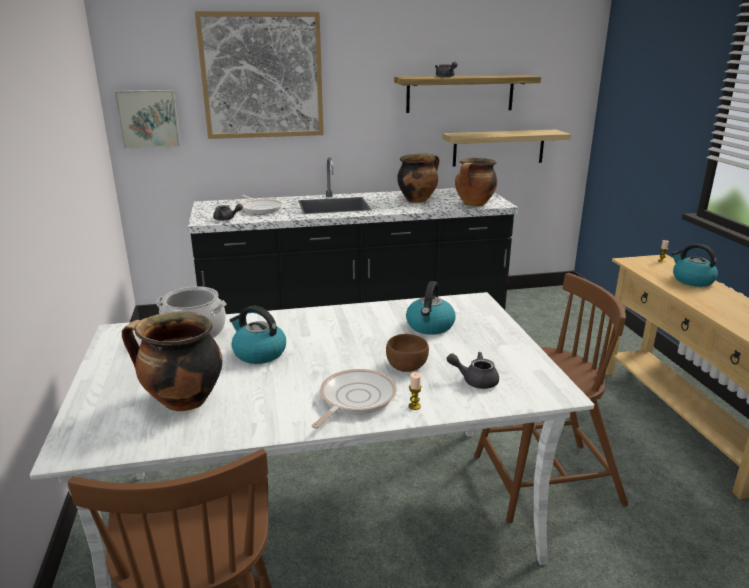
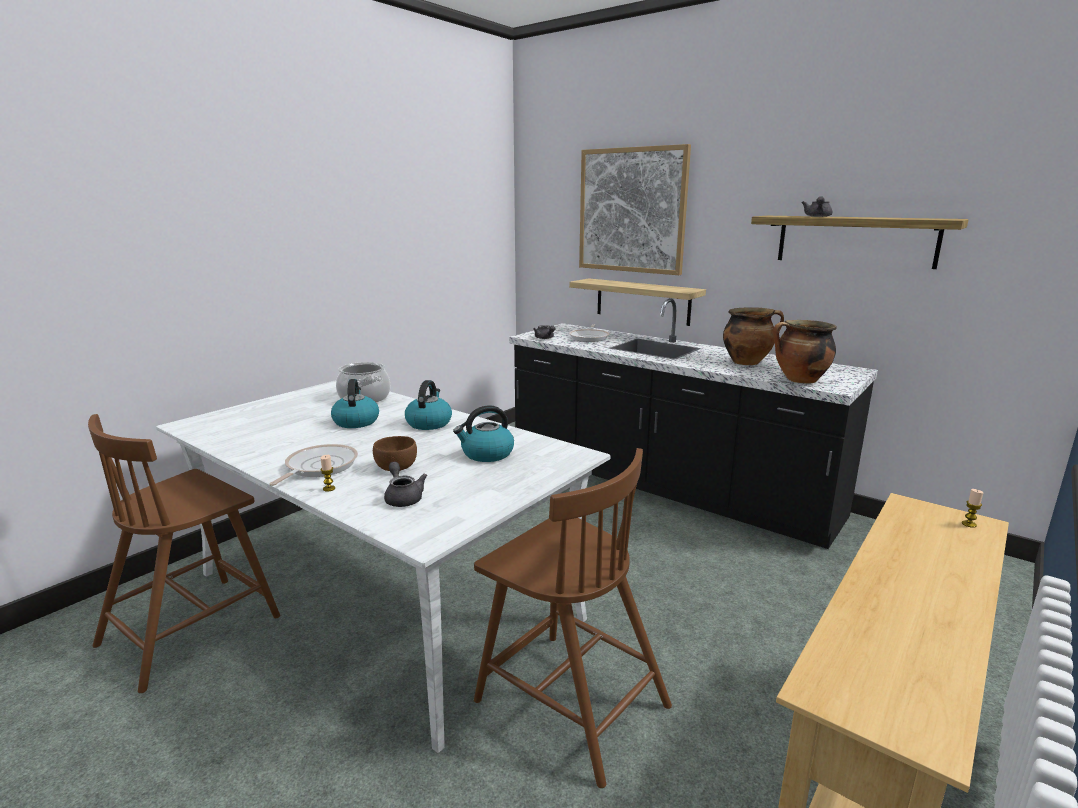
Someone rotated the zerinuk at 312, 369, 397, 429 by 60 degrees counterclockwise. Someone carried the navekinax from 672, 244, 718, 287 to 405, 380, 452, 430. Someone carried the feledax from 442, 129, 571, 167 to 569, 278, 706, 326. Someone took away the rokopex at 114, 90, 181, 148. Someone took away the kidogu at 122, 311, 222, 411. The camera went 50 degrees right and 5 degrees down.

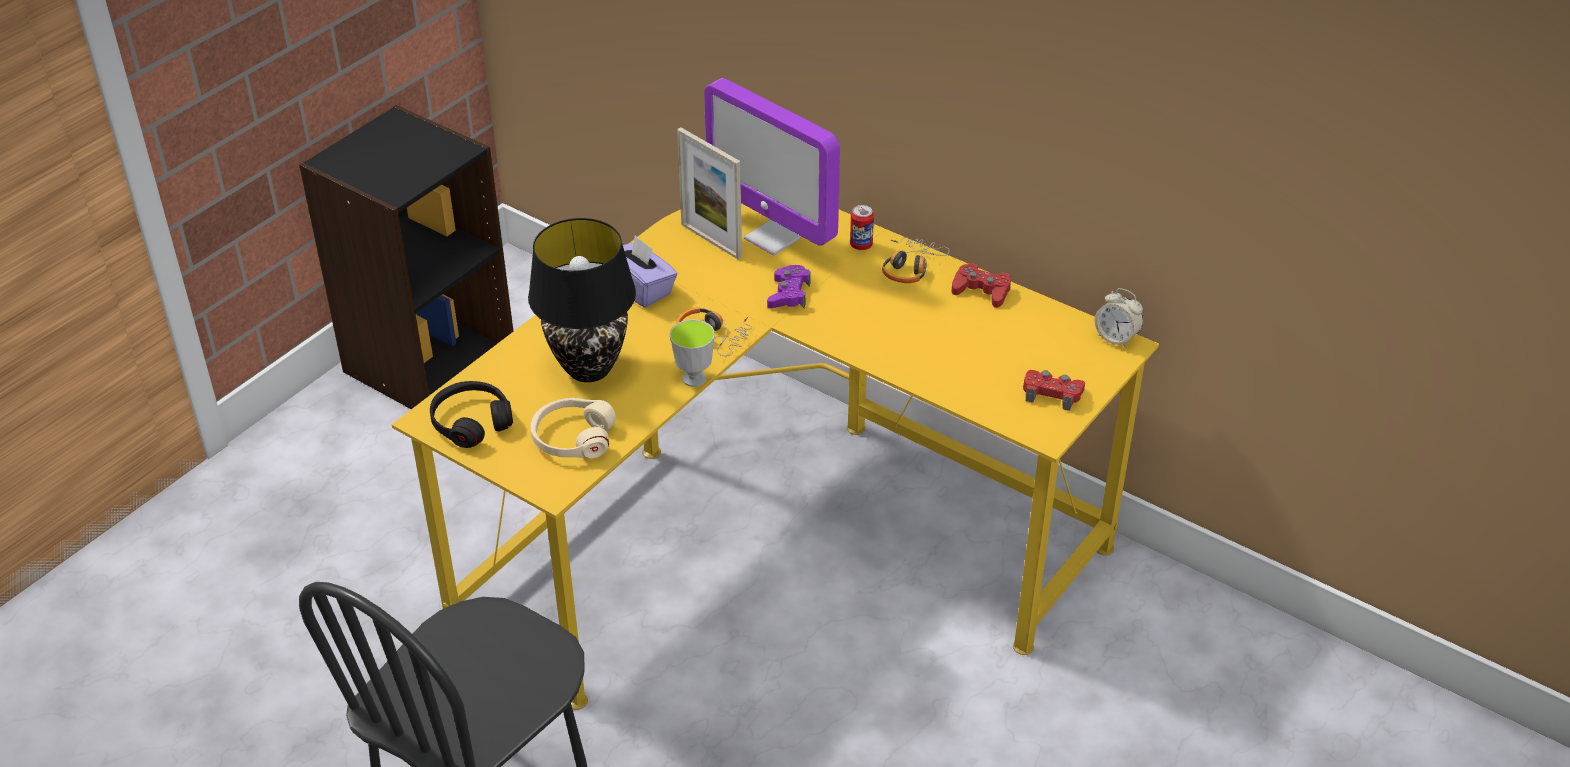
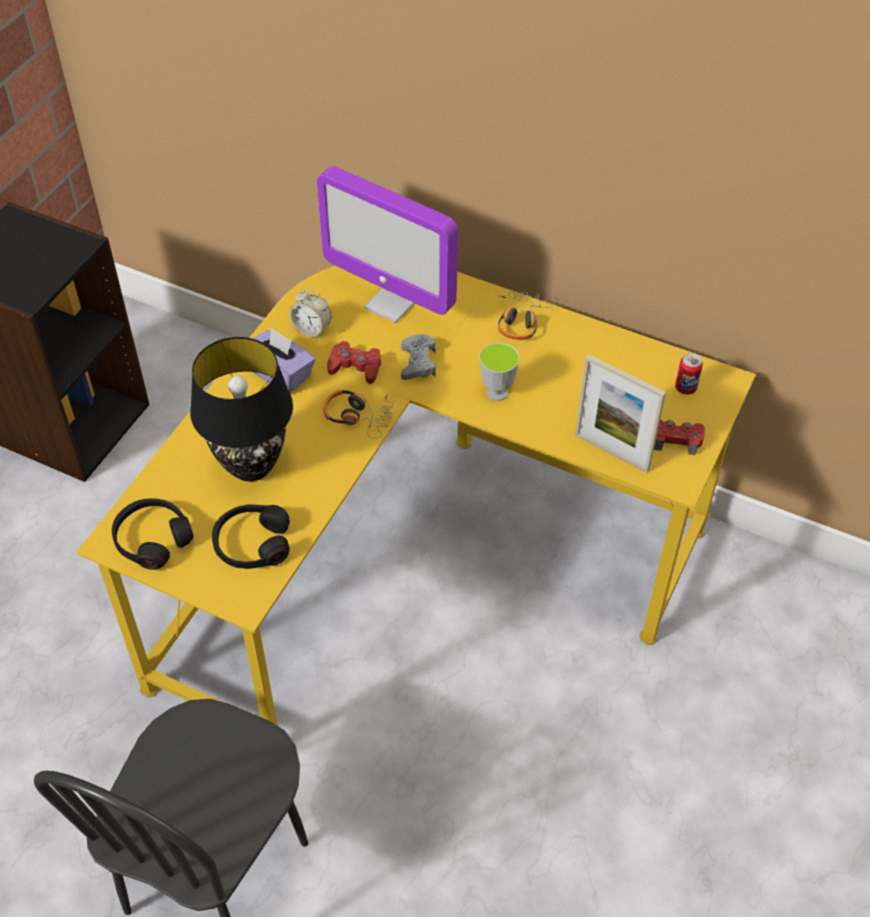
Someone repainted the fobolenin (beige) at 530, 398, 616, 459, which became the fobolenin (black) at 212, 505, 290, 569. Someone carried the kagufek from 1095, 288, 1143, 348 to 289, 289, 331, 339. Someone carried the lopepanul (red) from 952, 263, 1011, 308 to 327, 341, 381, 384. Someone repainted the lopepanul (purple) at 767, 265, 811, 308, which became the lopepanul (grey) at 401, 334, 436, 380. Someone carried the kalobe from 670, 319, 715, 387 to 479, 343, 520, 401. Someone carried the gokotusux from 677, 128, 742, 260 to 575, 354, 666, 473. Someone carried the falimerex from 850, 205, 874, 250 to 675, 353, 703, 395. The camera went 10 degrees left and 10 degrees up.

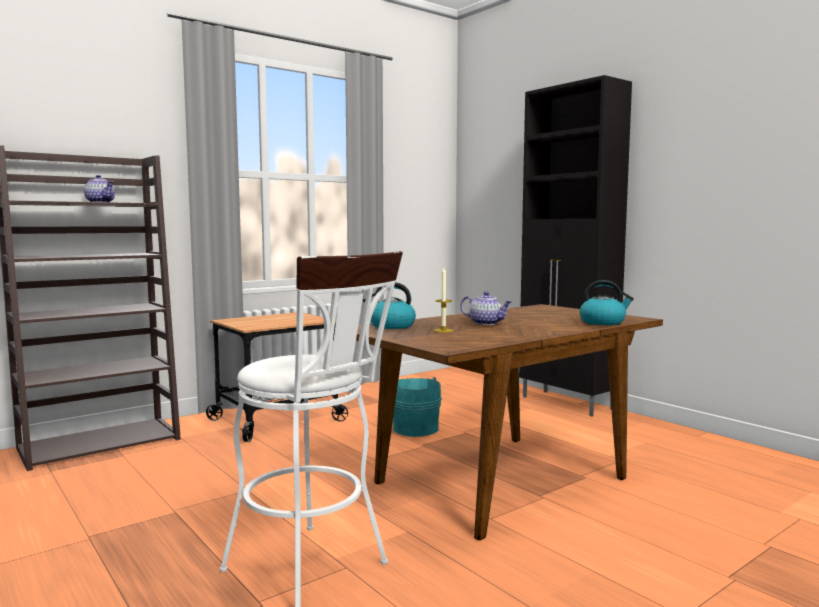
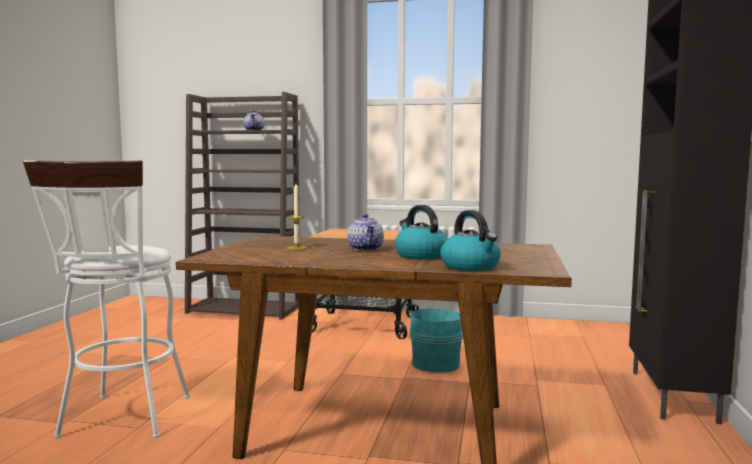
Someone carried the navekinax from 363, 282, 416, 329 to 395, 205, 448, 260. The camera went 50 degrees right and 0 degrees up.

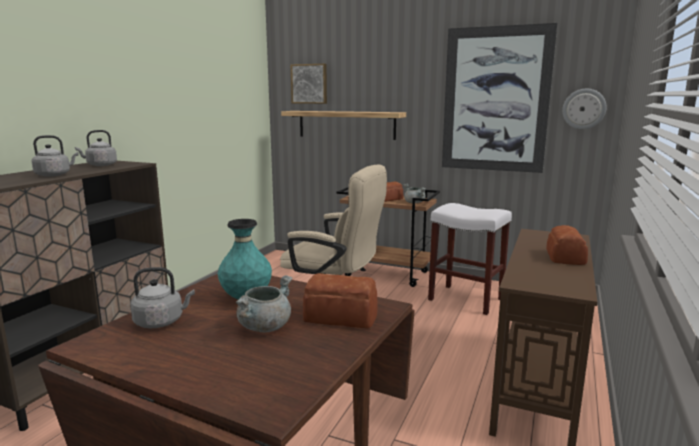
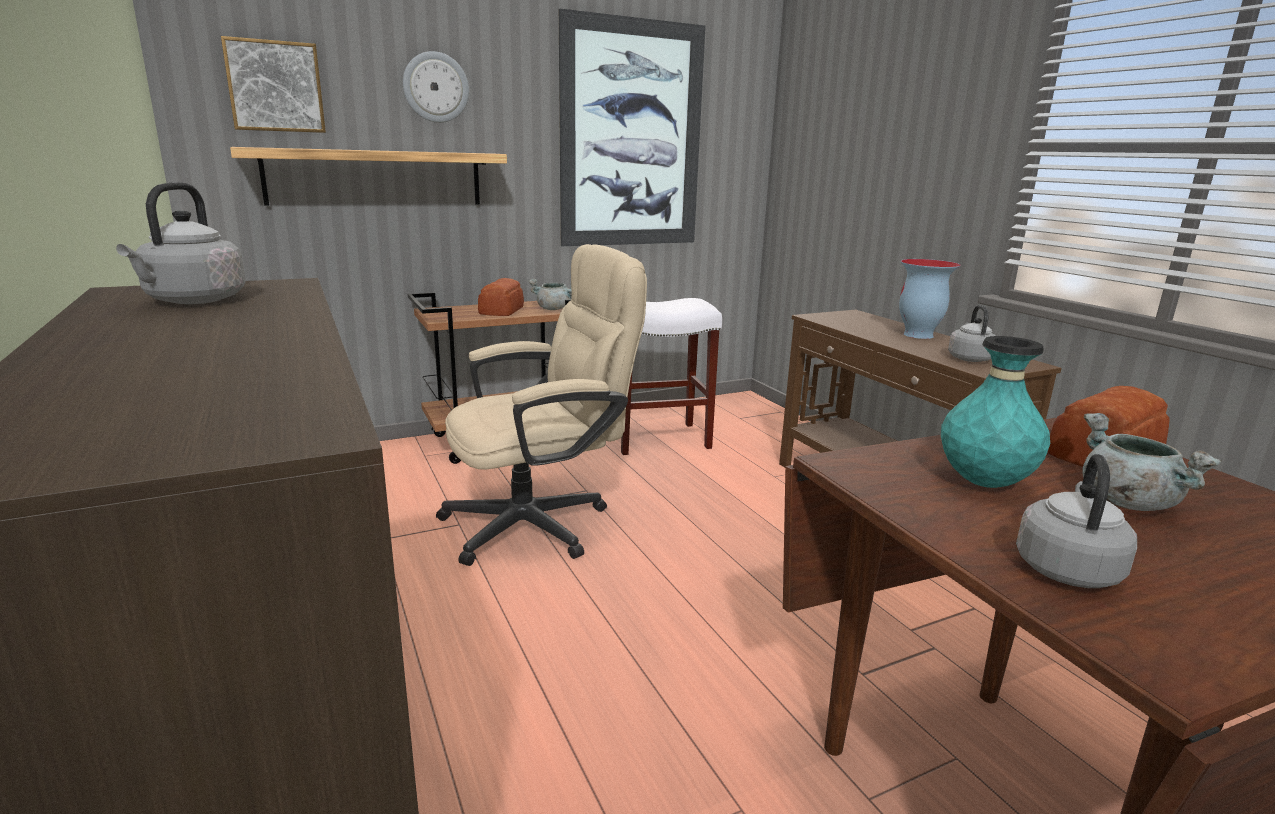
Someone carried the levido from 562, 88, 607, 129 to 403, 51, 469, 123. Someone swapped the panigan at 546, 225, 588, 265 for the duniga at 899, 259, 961, 339. Someone carried the navekinax (grey) from 31, 135, 79, 177 to 948, 305, 995, 362. The camera went 50 degrees left and 5 degrees up.

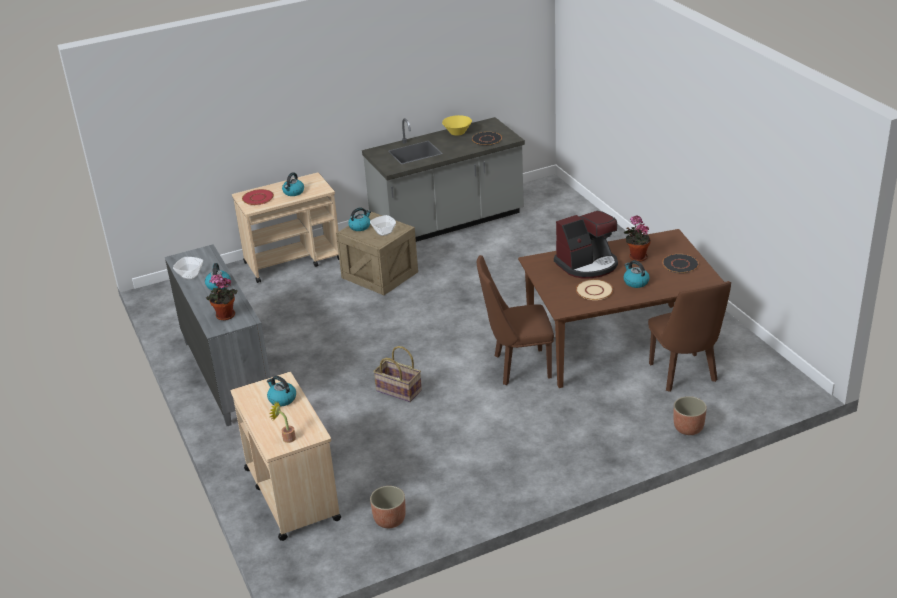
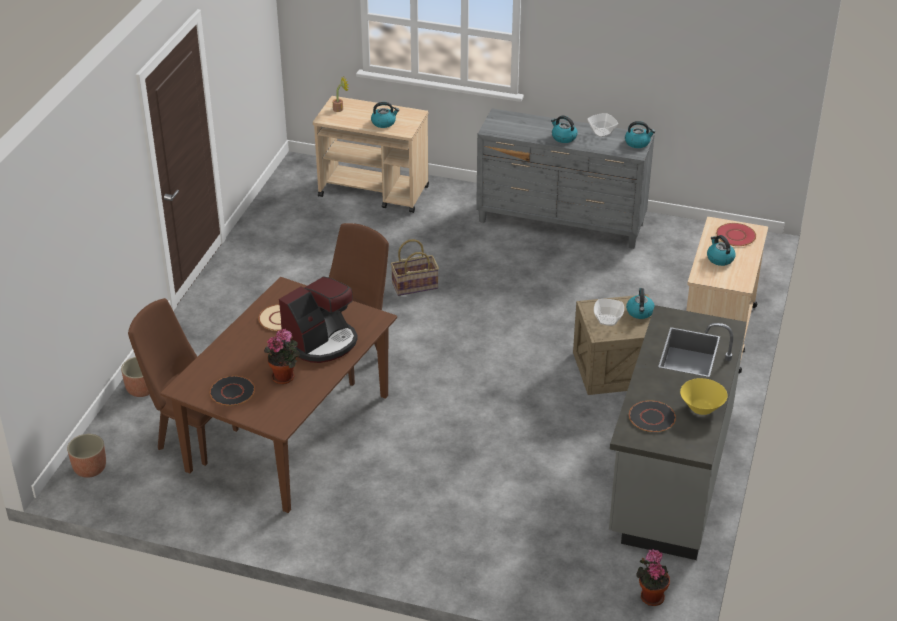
Someone carried the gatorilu from 370, 486, 406, 528 to 67, 434, 106, 478. Someone rotated the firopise at 554, 211, 618, 279 by 150 degrees counterclockwise. Someone carried the navekinax from 623, 260, 650, 288 to 625, 121, 655, 148. Someone carried the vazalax from 206, 274, 238, 320 to 636, 549, 670, 606. The camera went 130 degrees right and 5 degrees up.

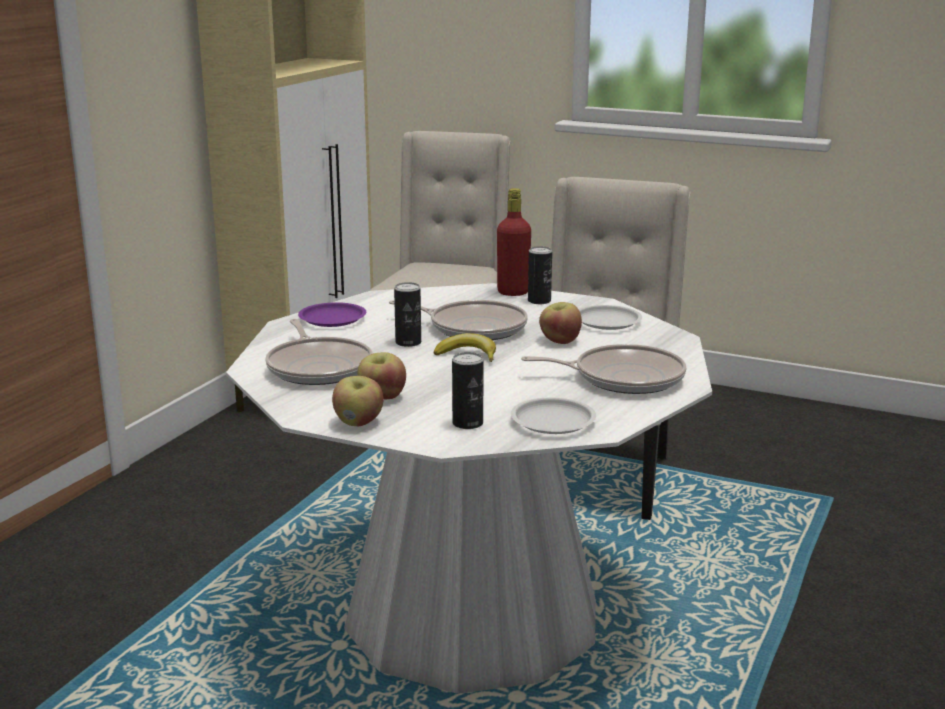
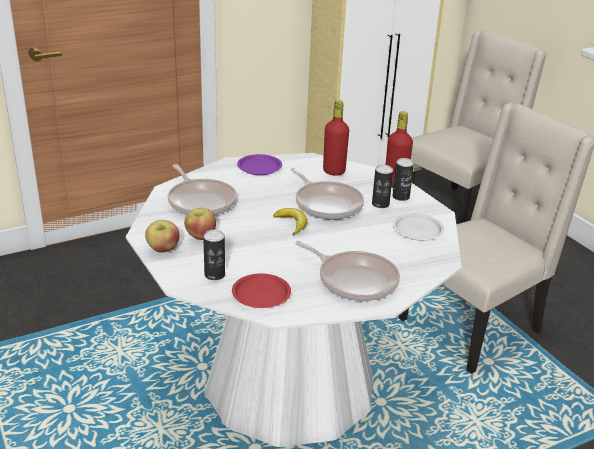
Someone rotated the zerinuk at 265, 319, 373, 385 by 45 degrees counterclockwise. Someone repainted the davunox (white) at 511, 398, 596, 434, which became the davunox (red) at 232, 274, 291, 308. Someone put down the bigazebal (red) at 323, 100, 349, 176. Someone carried the falimerex from 394, 282, 421, 347 to 372, 165, 393, 208. Someone took away the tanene at 539, 302, 582, 344. The camera went 35 degrees right and 10 degrees up.

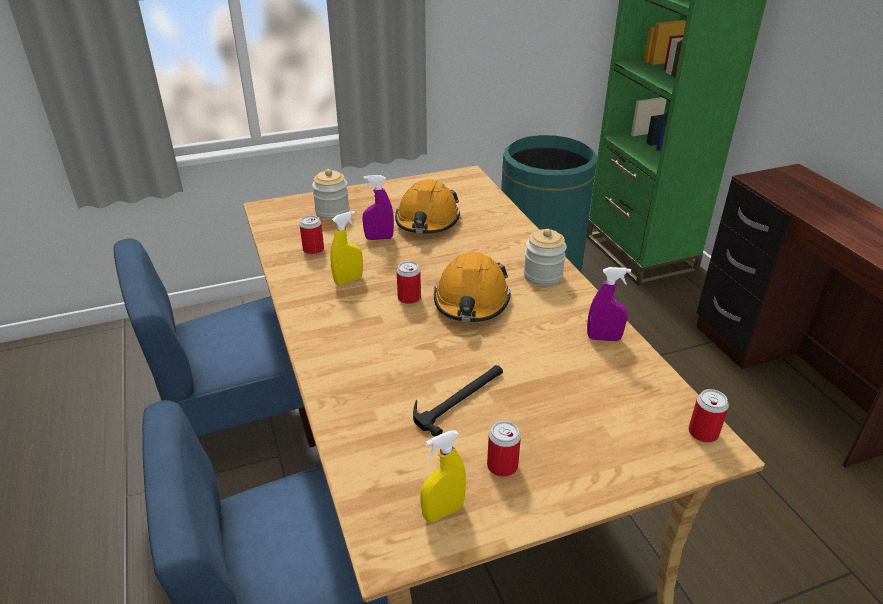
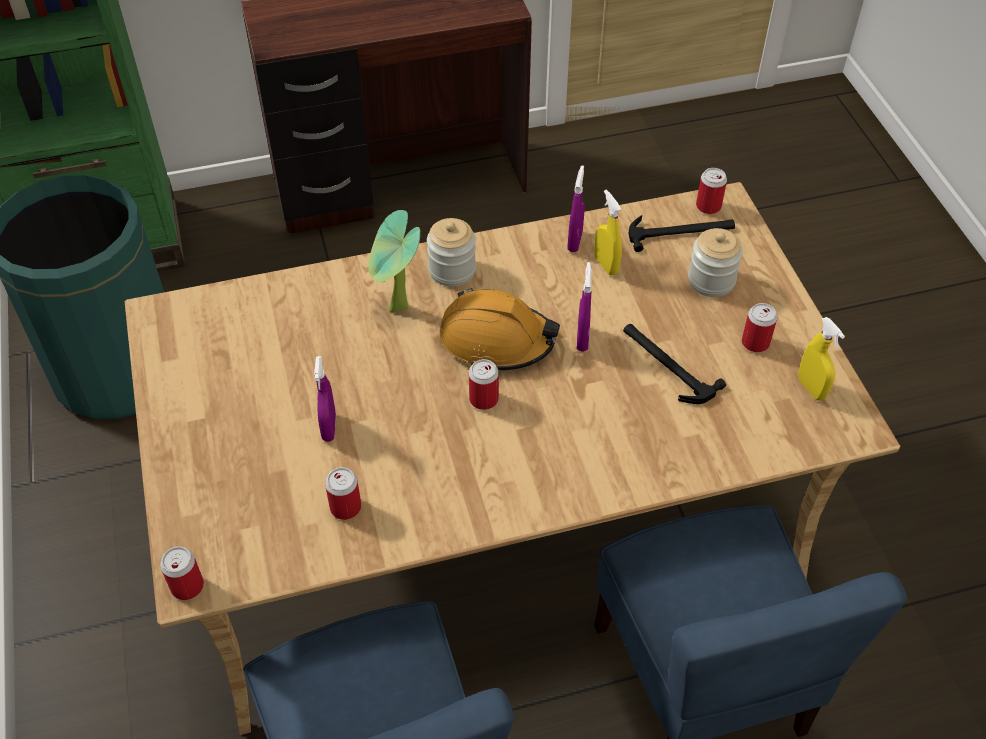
Someone put down the falimerex at 160, 547, 204, 600. Someone put down the vazalax at 368, 210, 420, 312. Someone put down the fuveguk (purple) at 577, 262, 592, 352. Someone carried the fuveguk (yellow) from 330, 211, 363, 285 to 594, 190, 622, 276. Someone put down the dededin at 629, 215, 735, 252. Someone carried the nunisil from 312, 169, 350, 220 to 688, 228, 743, 297. Someone took away the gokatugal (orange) at 395, 179, 460, 234. The camera went 85 degrees left and 15 degrees up.

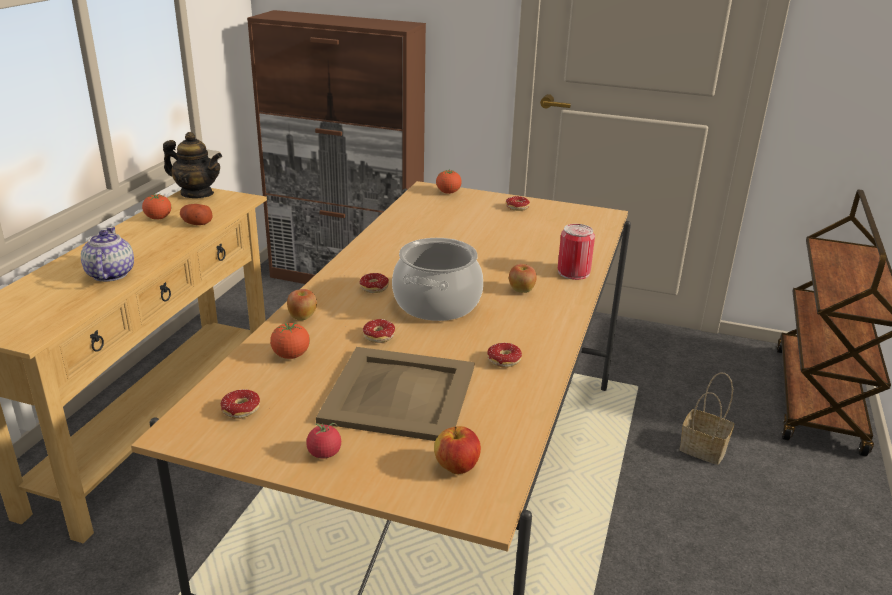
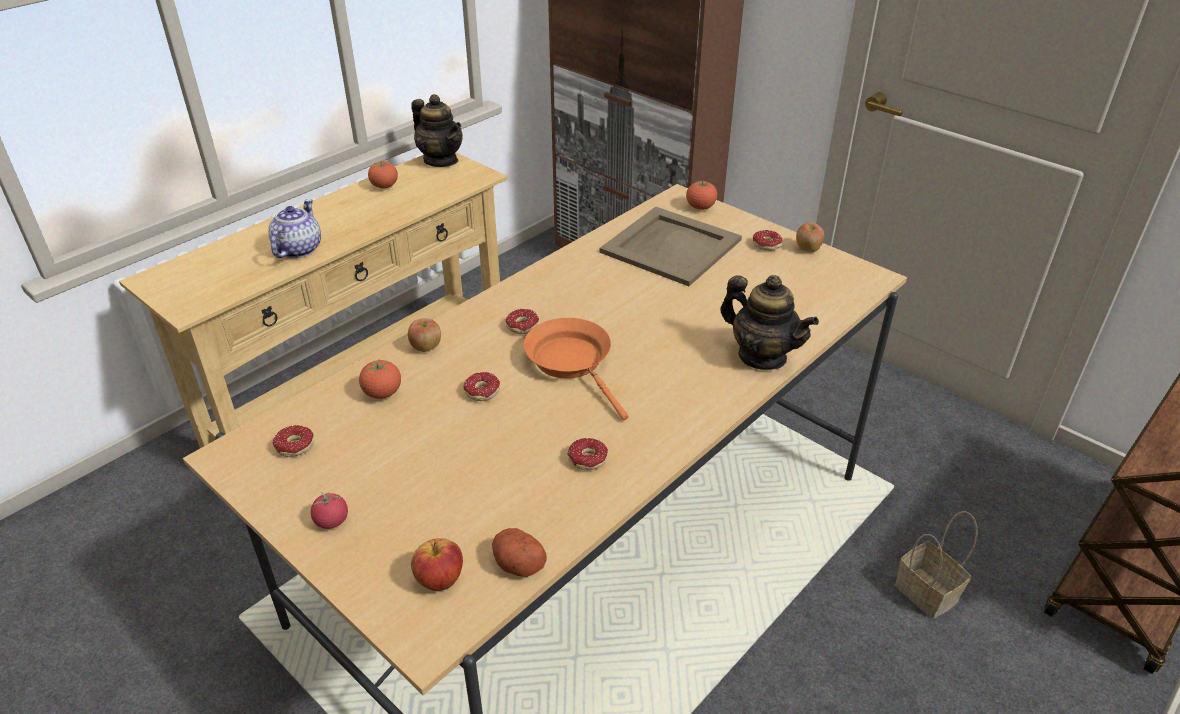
Someone carried the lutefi from 180, 204, 213, 225 to 492, 528, 547, 577. Someone swapped the kidogu at 392, 238, 483, 321 for the zerinuk (orange) at 524, 318, 628, 420. Someone carried the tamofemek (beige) from 316, 347, 475, 441 to 600, 207, 742, 286. Someone swapped the falimerex at 558, 224, 595, 280 for the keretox at 720, 275, 819, 370. Someone carried the tanene from 509, 264, 537, 293 to 796, 223, 824, 253. The camera went 25 degrees right and 10 degrees up.

